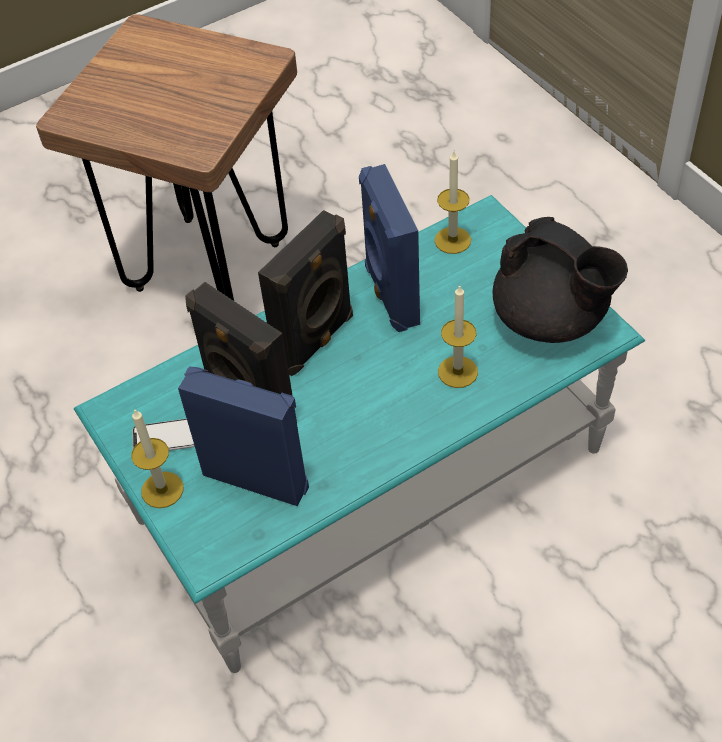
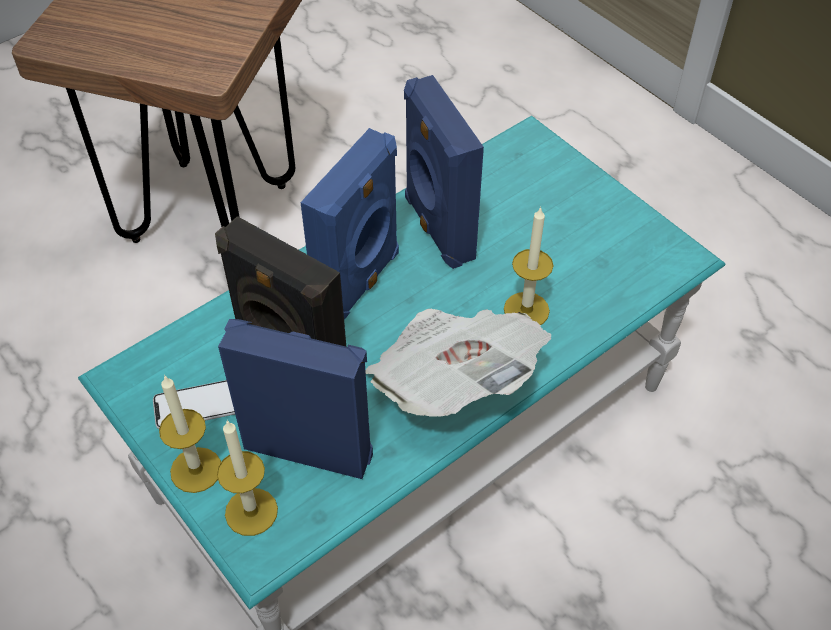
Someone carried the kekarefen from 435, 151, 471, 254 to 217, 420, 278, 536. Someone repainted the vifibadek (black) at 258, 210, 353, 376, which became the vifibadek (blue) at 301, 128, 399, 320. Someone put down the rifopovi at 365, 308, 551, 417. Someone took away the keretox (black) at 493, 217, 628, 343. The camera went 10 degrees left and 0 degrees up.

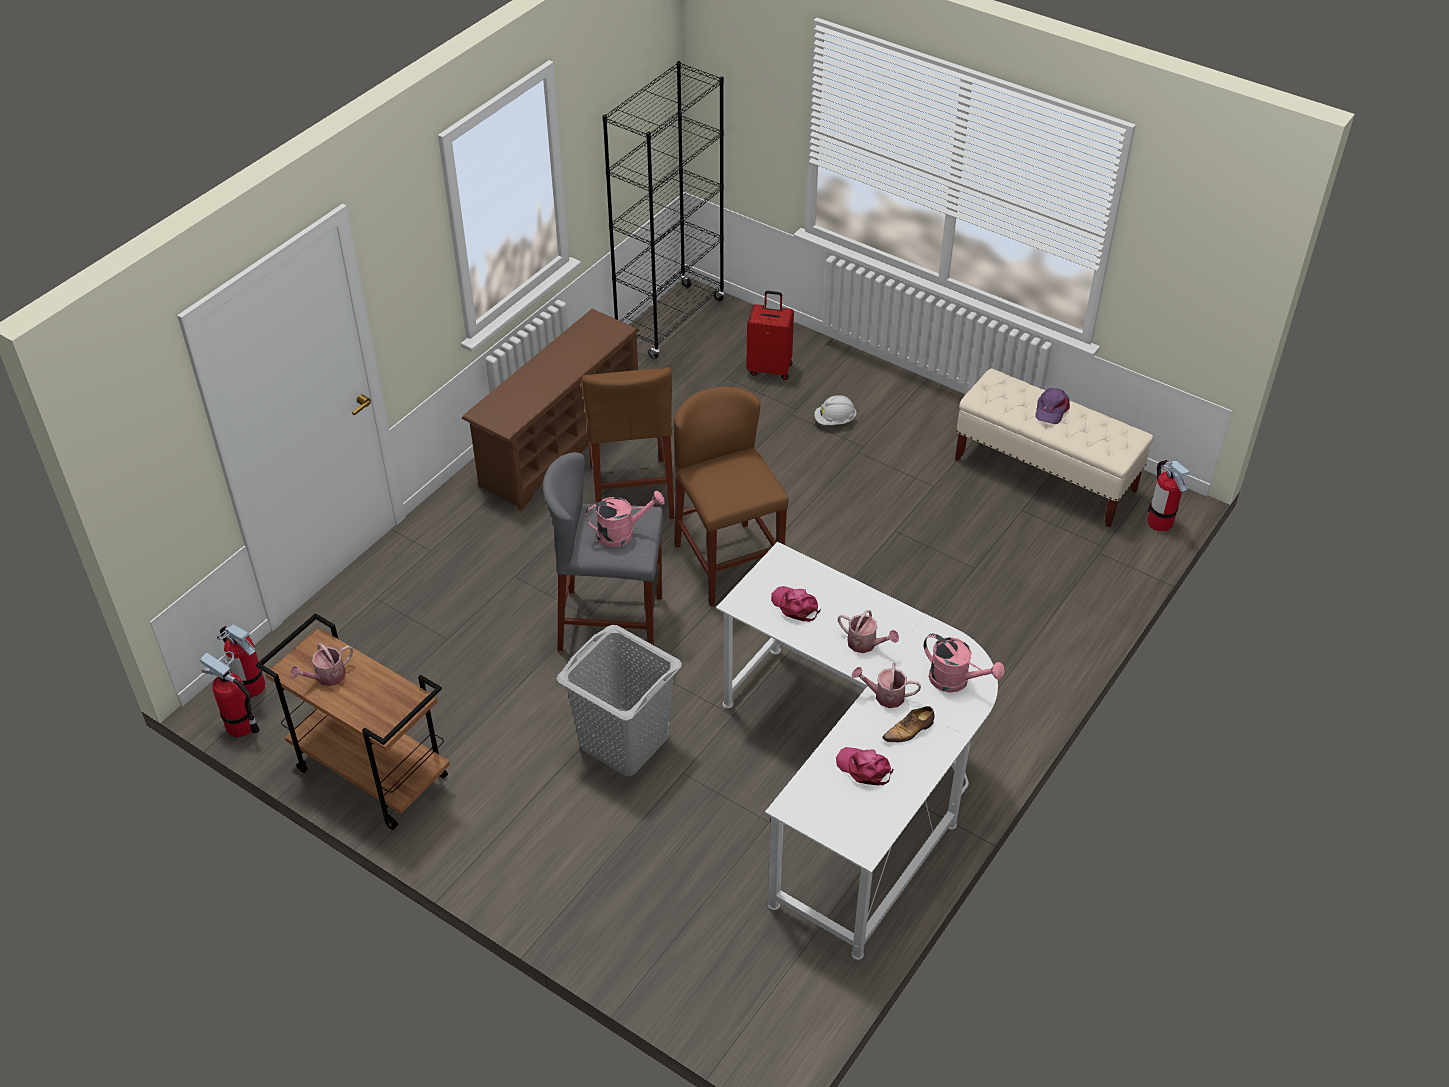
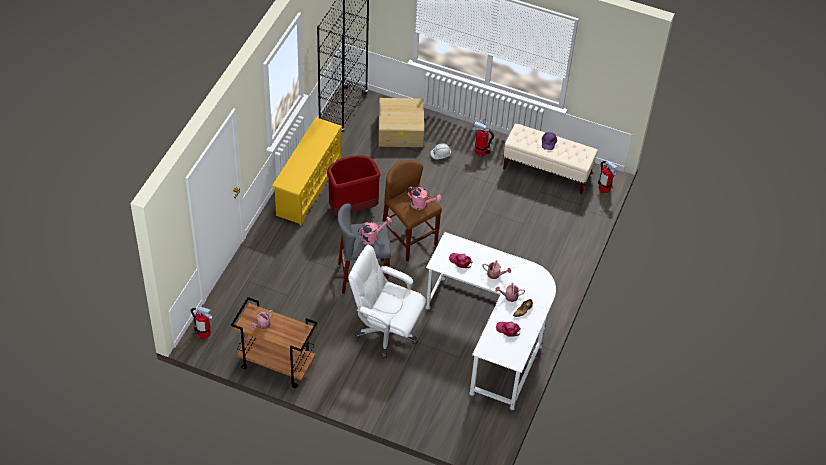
Someone repainted the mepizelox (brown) at 462, 309, 640, 511, which became the mepizelox (yellow) at 272, 117, 343, 226. Someone swapped the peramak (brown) at 581, 367, 675, 519 for the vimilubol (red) at 327, 155, 381, 216. Someone swapped the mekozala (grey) at 557, 625, 682, 776 for the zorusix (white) at 348, 245, 426, 358. Someone swapped the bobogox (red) at 746, 291, 794, 380 for the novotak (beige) at 378, 98, 424, 147. Someone carried the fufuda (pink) from 923, 634, 1005, 693 to 407, 187, 441, 210. Someone carried the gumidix from 200, 651, 260, 737 to 472, 119, 494, 156. The camera went 15 degrees left and 5 degrees up.

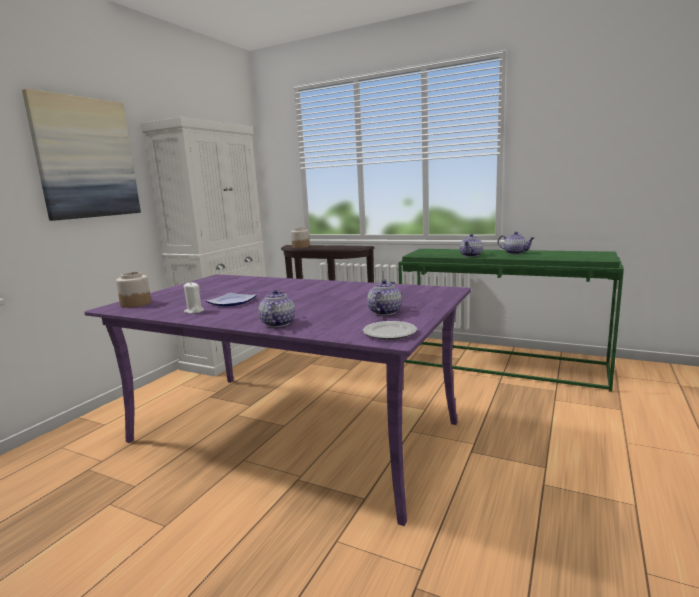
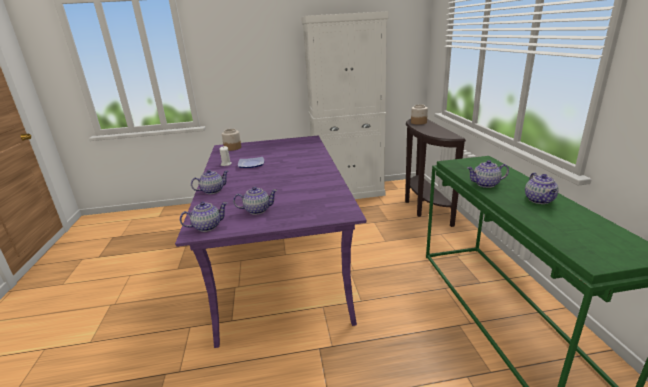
Someone swapped the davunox at 363, 321, 417, 340 for the keretox at 180, 202, 227, 232. Someone took away the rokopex at 22, 88, 141, 221. The camera went 55 degrees right and 10 degrees up.

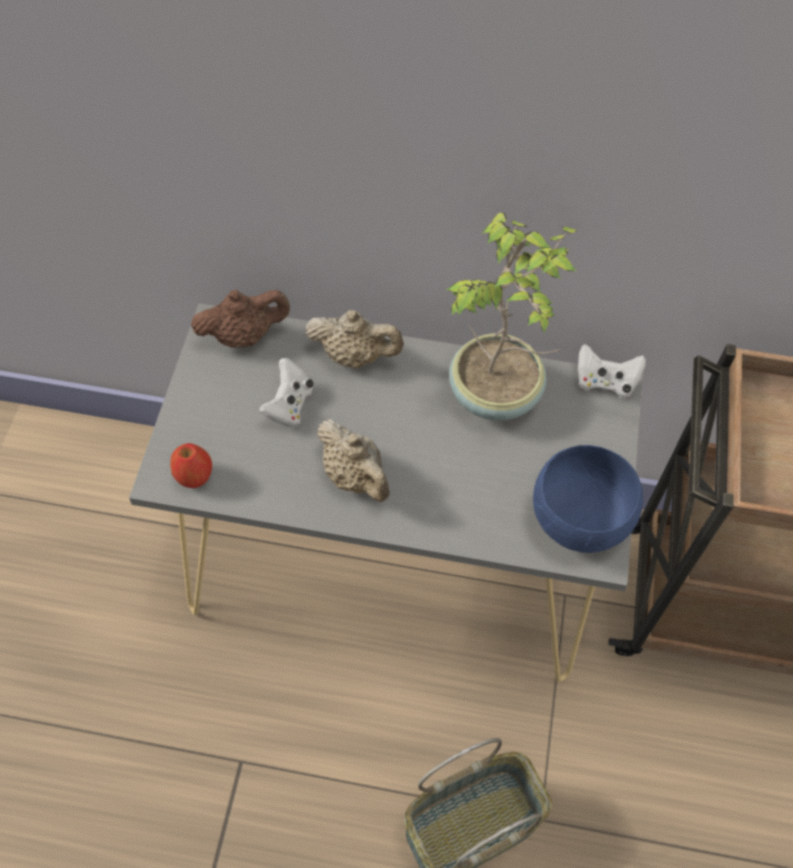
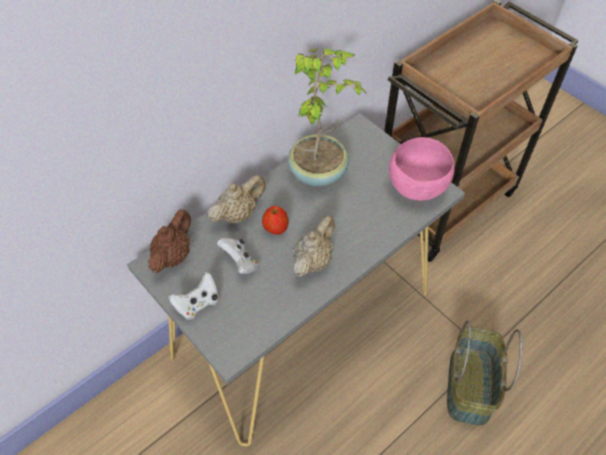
Someone carried the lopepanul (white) from 578, 344, 646, 397 to 169, 272, 219, 320. Someone carried the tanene from 170, 443, 212, 488 to 262, 206, 289, 235. Someone rotated the keretox (beige) at 317, 419, 390, 502 by 60 degrees counterclockwise. Someone repainted the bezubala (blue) at 533, 445, 643, 553, which became the bezubala (pink) at 389, 137, 455, 201. The camera went 50 degrees left and 5 degrees down.

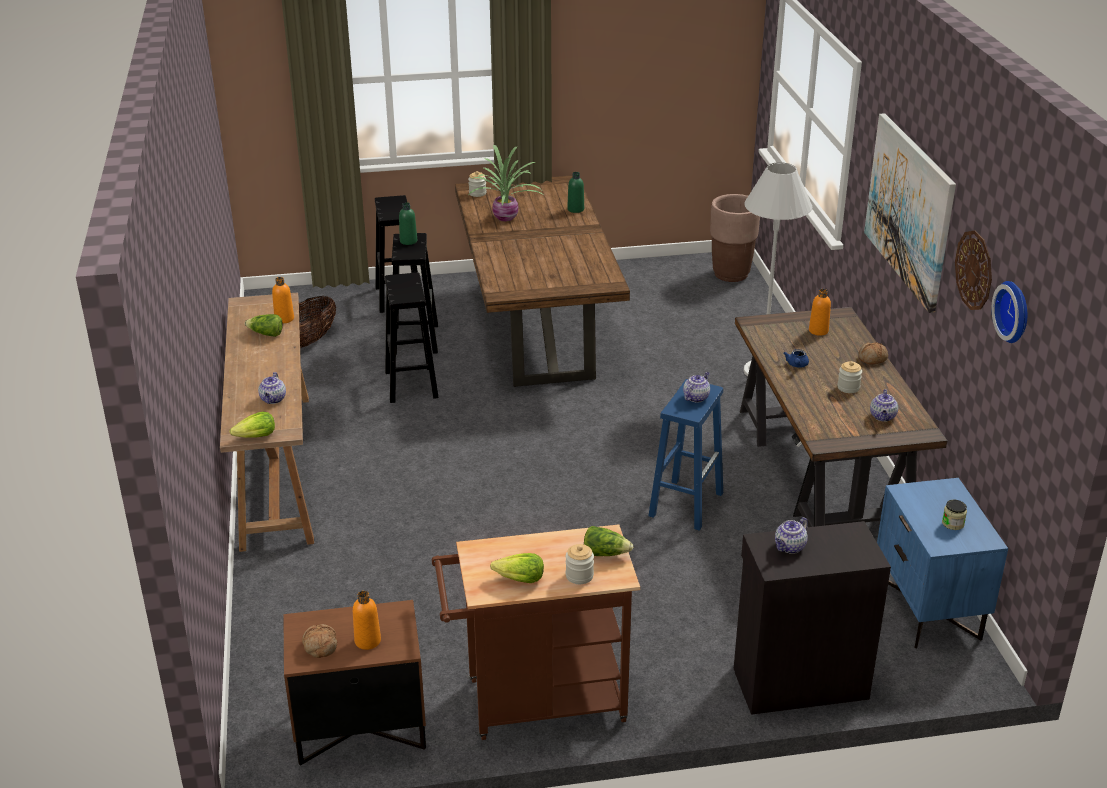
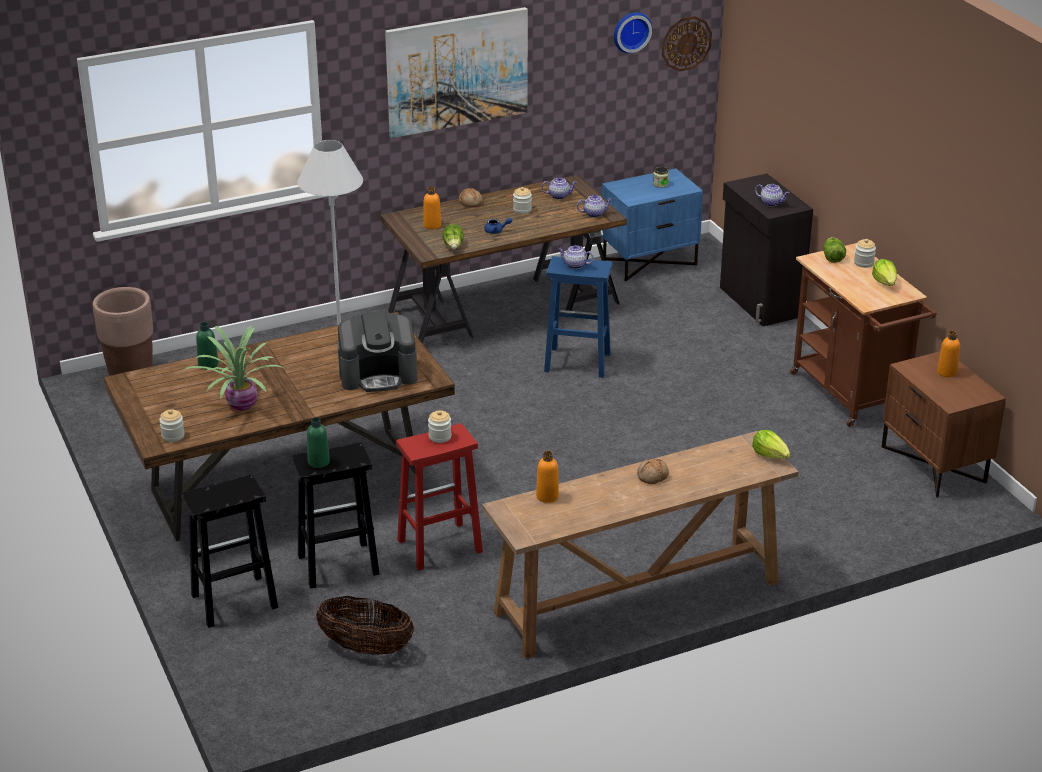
Someone put down the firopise at 338, 312, 417, 392. Someone repainted the peramak (black) at 385, 273, 439, 403, which became the peramak (red) at 396, 423, 483, 571. Someone put down the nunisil at 428, 410, 452, 443. Someone carried the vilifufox from 245, 314, 283, 337 to 443, 224, 464, 249. Someone carried the keretox from 258, 372, 286, 404 to 577, 195, 612, 218. Someone carried the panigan from 302, 624, 337, 658 to 637, 459, 669, 484. Someone carried the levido from 955, 230, 992, 310 to 662, 16, 712, 72. The camera went 105 degrees left and 0 degrees up.

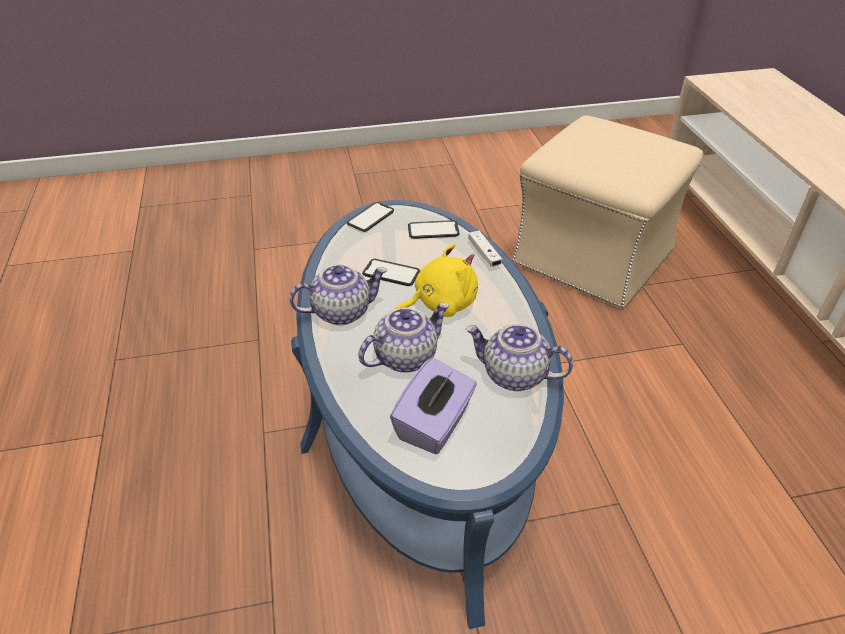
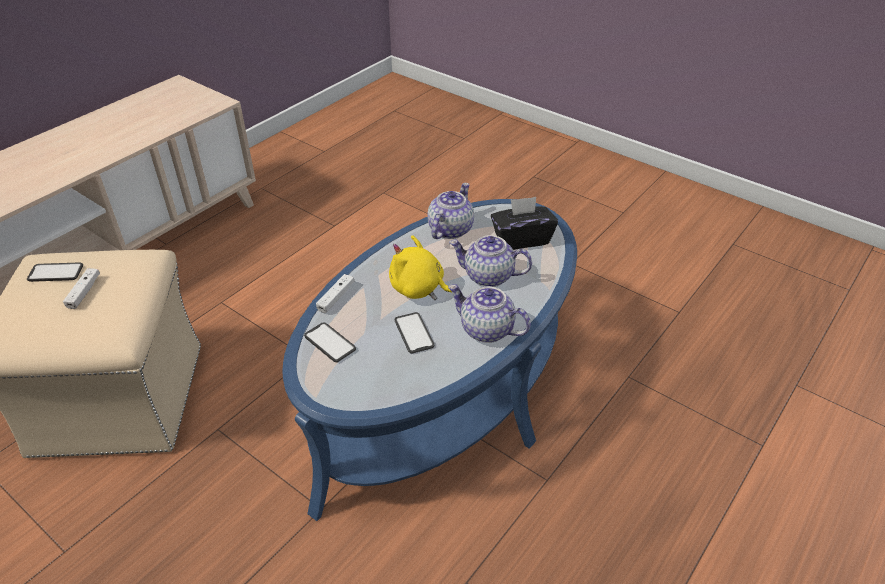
Someone carried the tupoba from 347, 202, 394, 232 to 27, 262, 83, 282. Someone put down the lopepanul (white) at 63, 268, 100, 309. Someone rotated the keretox at 466, 324, 573, 391 by 135 degrees counterclockwise. Someone repainted the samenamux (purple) at 390, 357, 477, 455, which became the samenamux (black) at 491, 197, 558, 250. The camera went 130 degrees left and 0 degrees up.

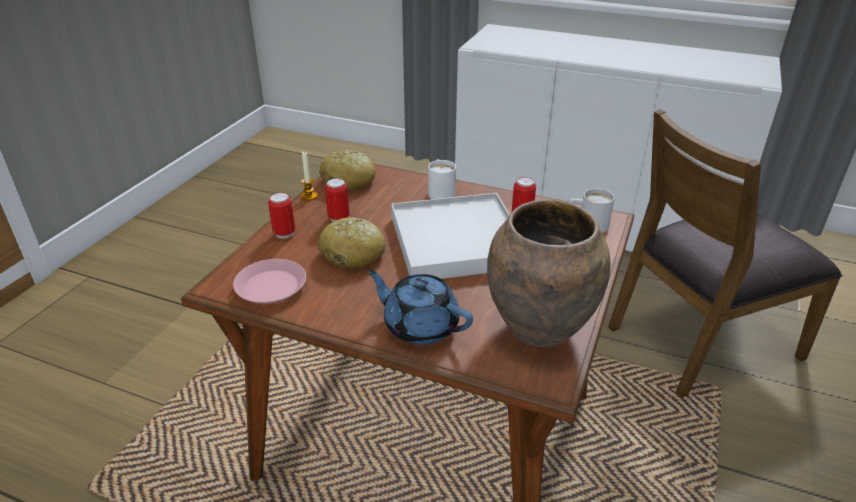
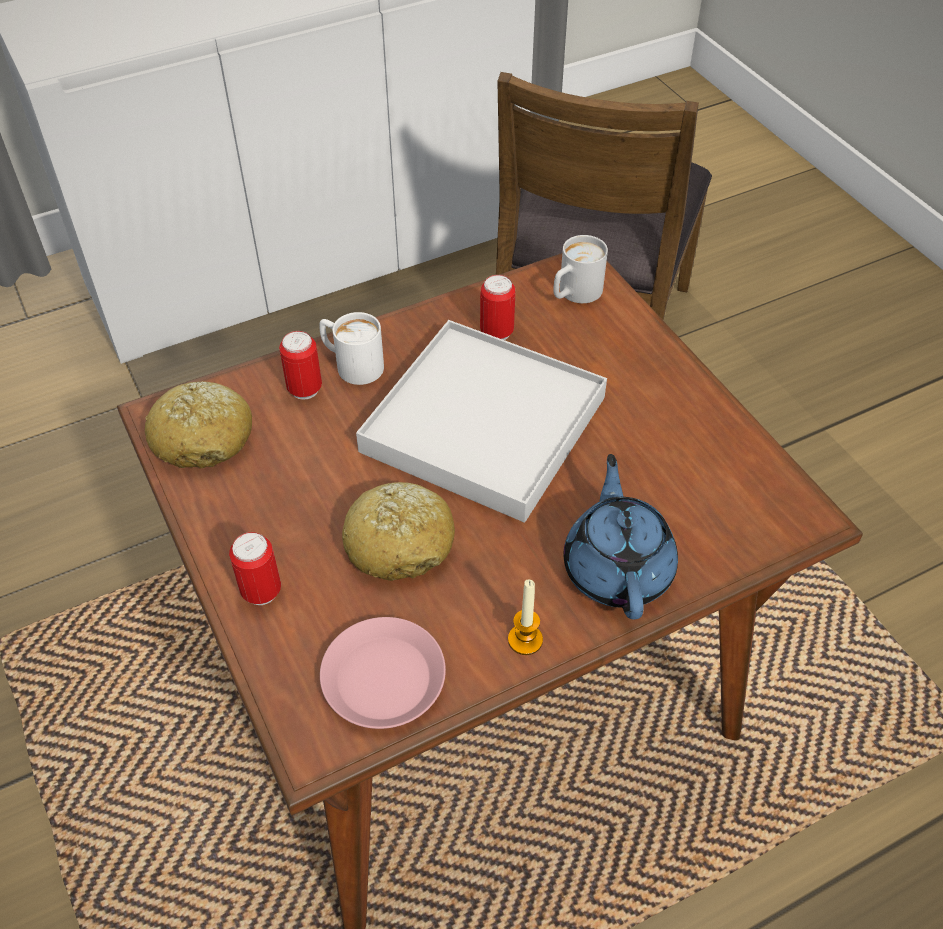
Someone carried the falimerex from 325, 178, 349, 222 to 279, 331, 322, 400. Someone carried the kekarefen from 301, 151, 318, 200 to 508, 579, 543, 655. Someone rotated the keretox (blue) at 367, 270, 473, 345 by 105 degrees clockwise. Someone took away the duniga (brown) at 487, 200, 611, 348. The camera went 50 degrees left and 15 degrees up.

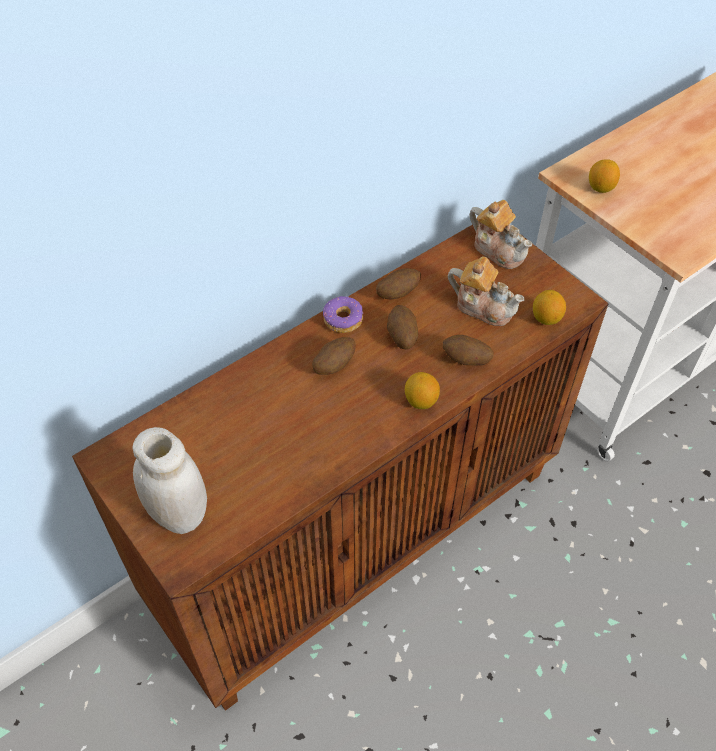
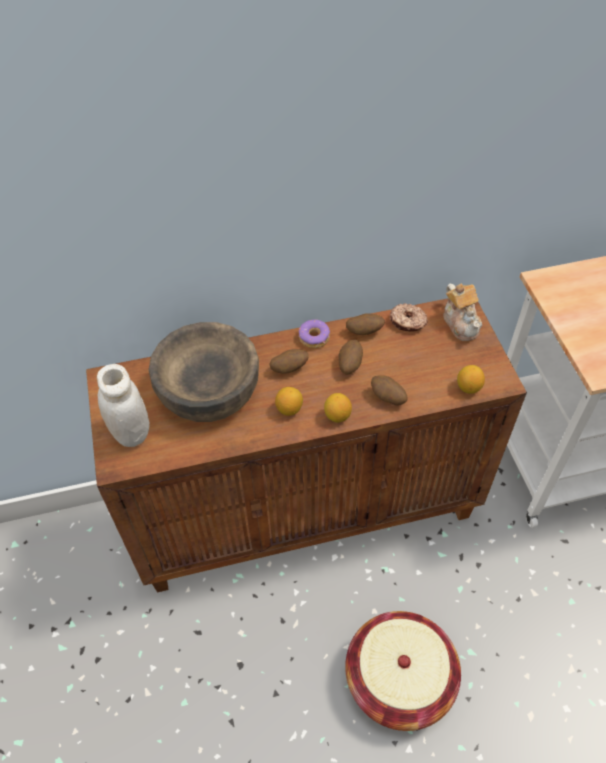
Someone put down the bezubala (brown) at 149, 322, 259, 422. Someone carried the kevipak from 589, 159, 620, 193 to 275, 387, 303, 416. Someone put down the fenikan at 345, 611, 461, 731. Someone put down the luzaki at 390, 303, 428, 332. Someone took away the keretox at 448, 257, 525, 326. The camera went 25 degrees right and 0 degrees up.

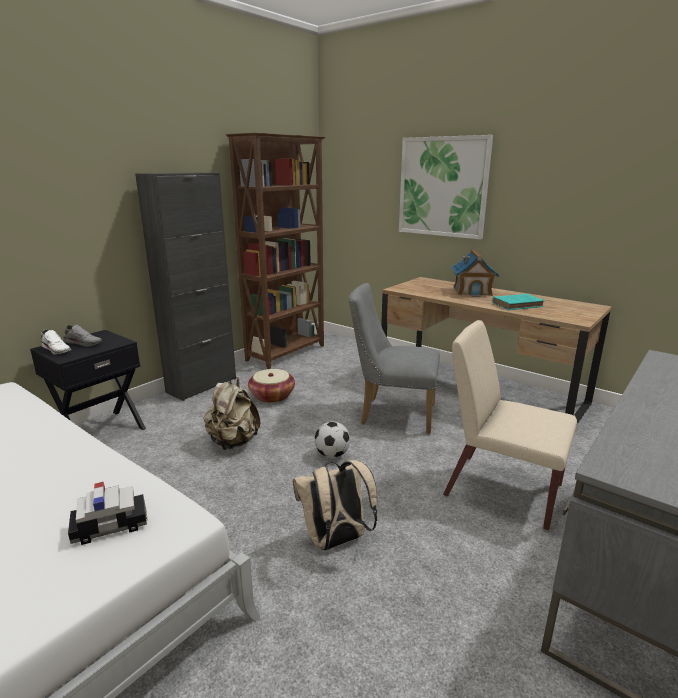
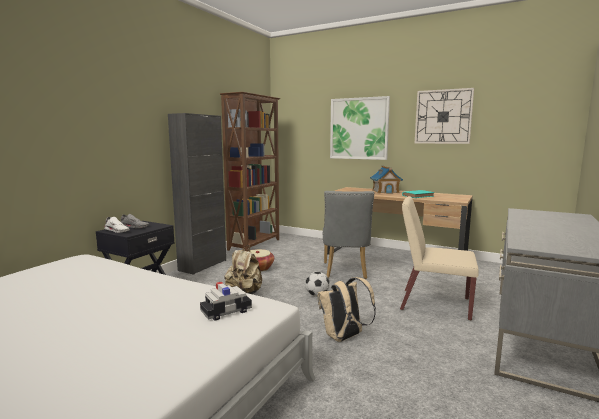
Someone rotated the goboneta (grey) at 349, 283, 440, 434 by 90 degrees counterclockwise. Someone put up the levido at 415, 88, 474, 144. The camera went 10 degrees left and 10 degrees down.

